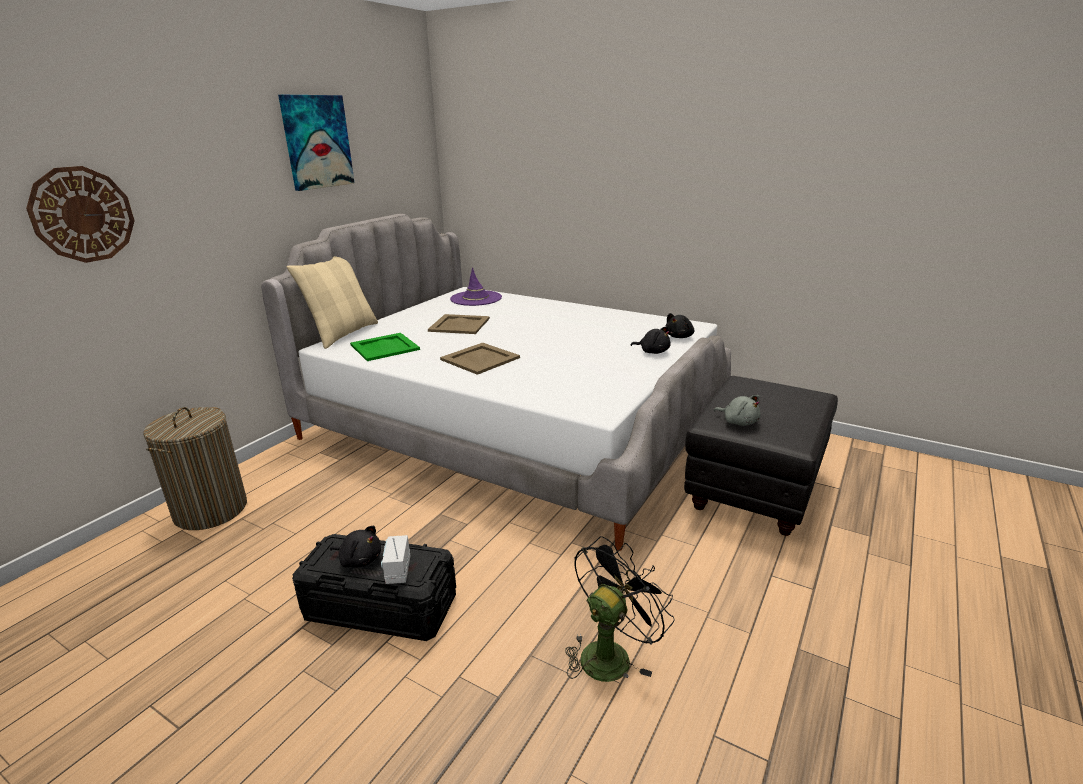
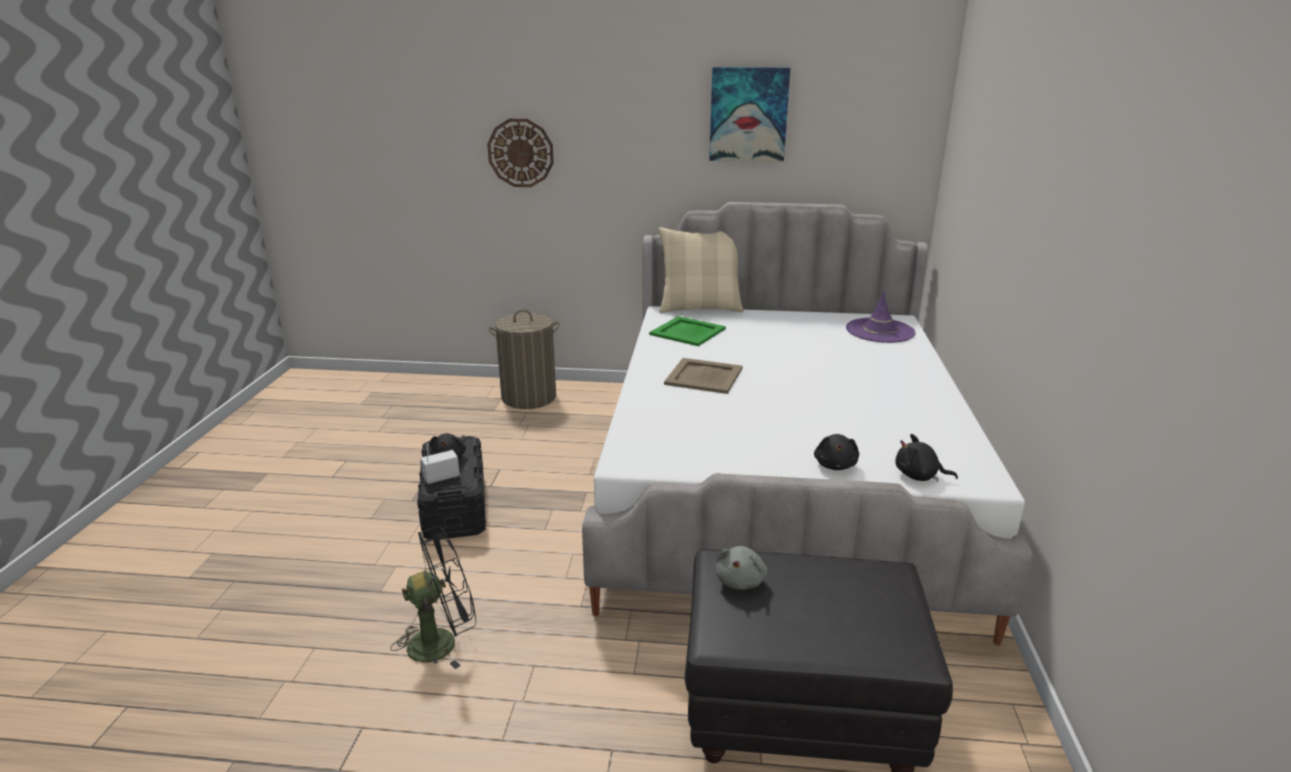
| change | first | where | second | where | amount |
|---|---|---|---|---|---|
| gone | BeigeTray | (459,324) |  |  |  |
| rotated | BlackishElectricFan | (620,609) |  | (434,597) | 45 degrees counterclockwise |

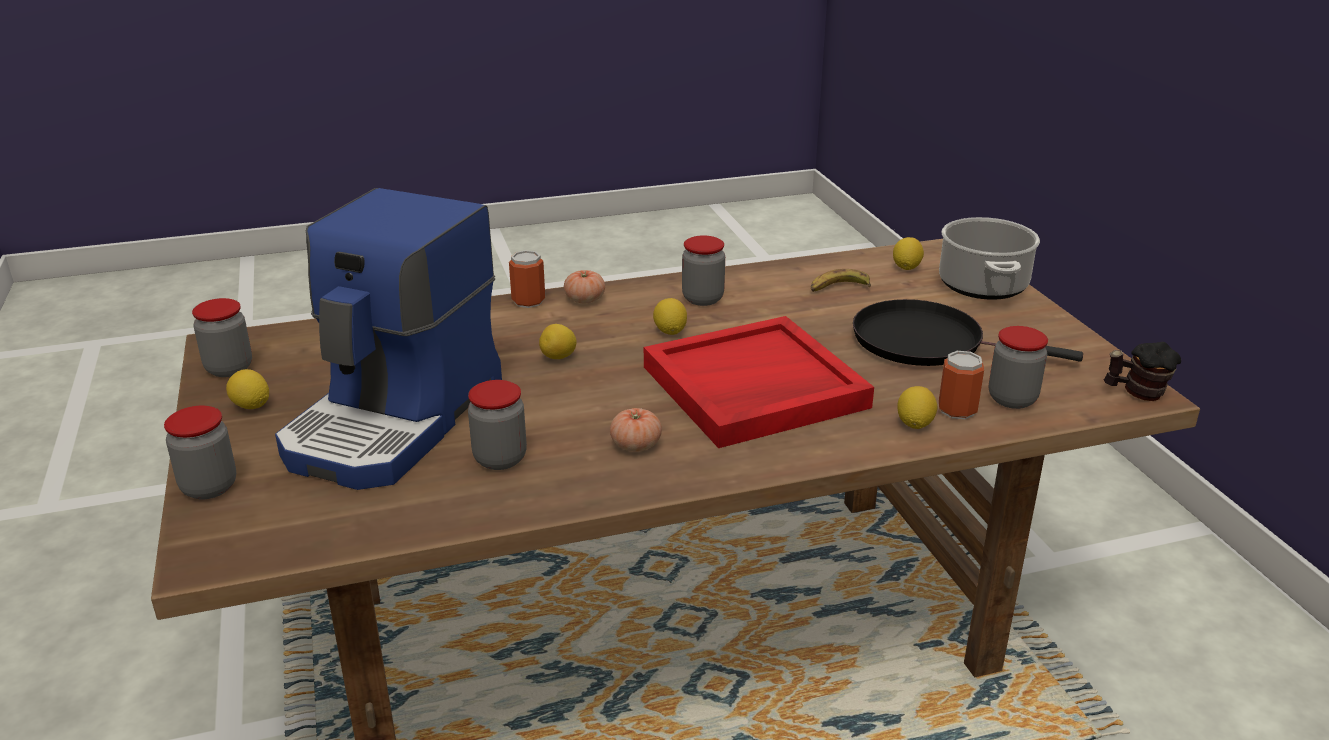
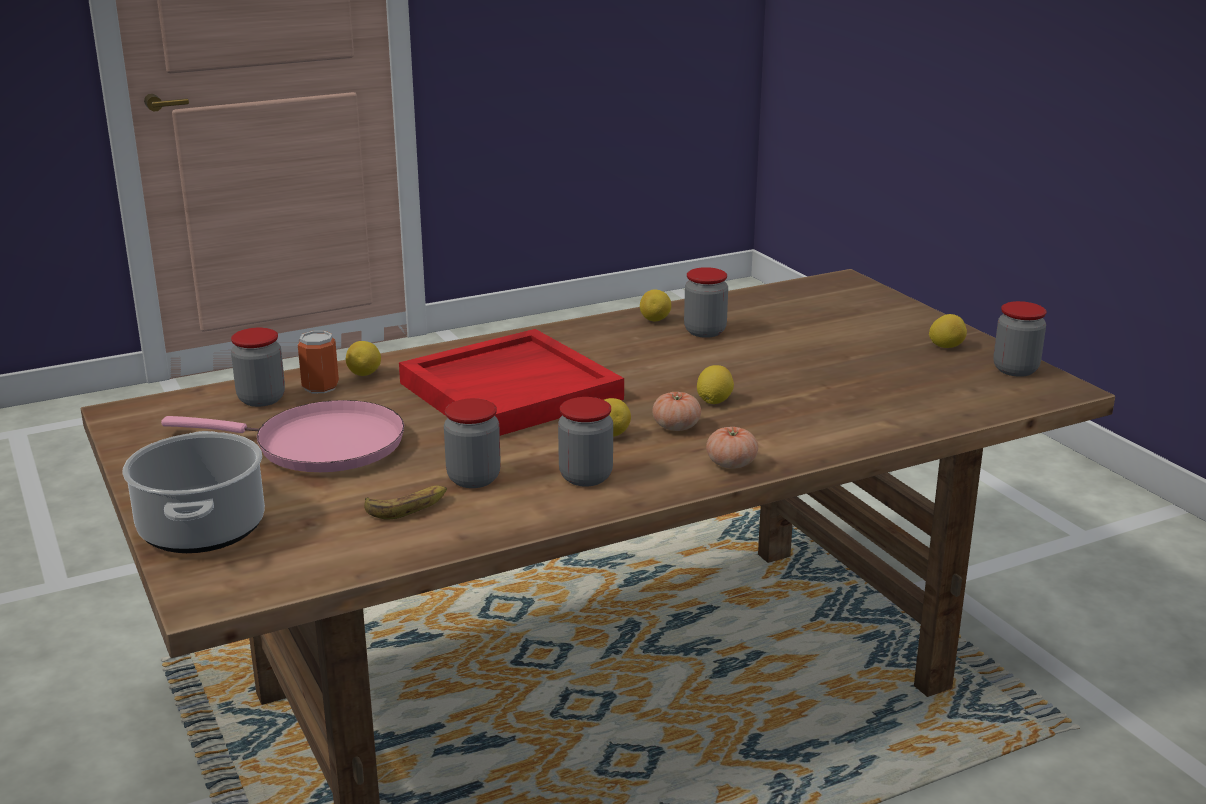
| change | first | where | second | where | amount |
|---|---|---|---|---|---|
| shifted | StorageJar | (200,452) |  | (472,443) |  |
| gone | CoffeeBrewer | (388,339) |  |  |  |
| gone | SealedCan | (527,279) |  |  |  |
| shifted | FreshTomato | (636,430) |  | (676,411) |  |
| repainted | BlackishSkillet | (968,332) | PinkColouredSkillet | (282,436) |  |
| shifted | Lemon | (908,253) |  | (655,305) |  |
| gone | CoffeeMug | (1142,371) |  |  |  |

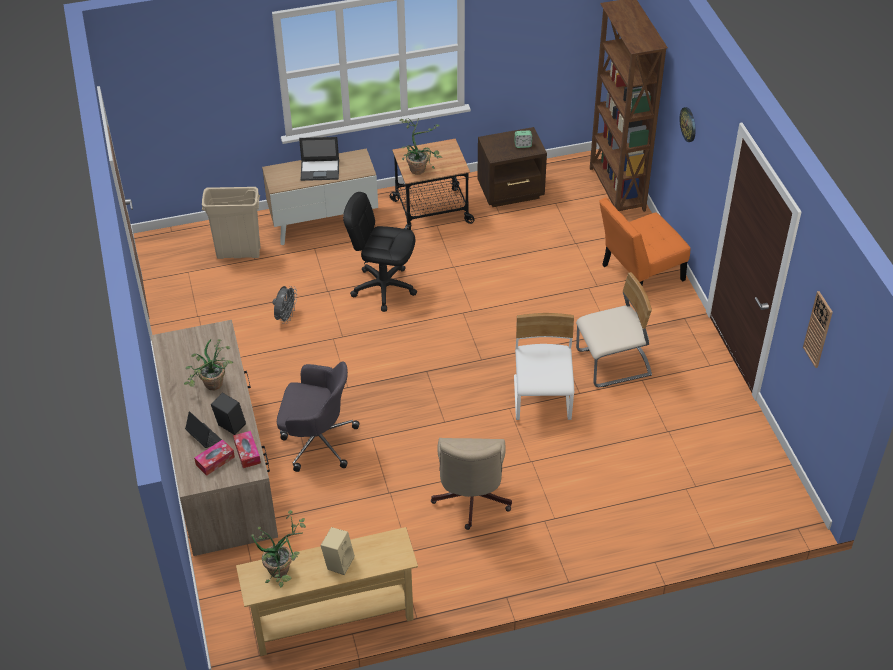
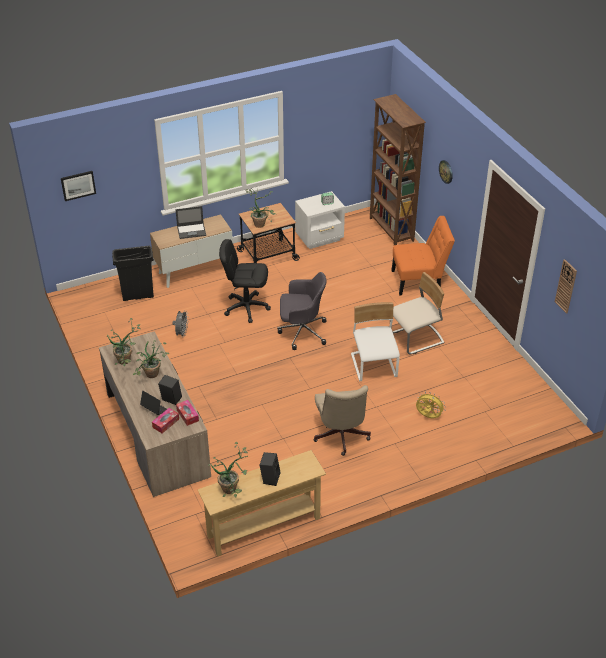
| change | first | where | second | where | amount |
|---|---|---|---|---|---|
| repainted | BeigeWasteBin | (231,223) | BlackishWasteBin | (133,273) |  |
| shifted | GrayDeskChair | (318,416) |  | (302,311) |  |
| repainted | BeigeAudioSpeaker | (337,551) | BlackishAudioSpeaker | (270,469) |  |
| repainted | BrownNightstand | (512,167) | WhiteColouredNightstand | (320,220) |  |
| rotated | OrangeyPlainChair | (644,241) |  | (423,256) | 150 degrees counterclockwise |
| new |  |  | WallArt | (78,186) |  |
| new |  |  | Houseplant | (123,342) |  |
| new |  |  | YellowElectricFan | (431,405) |  |

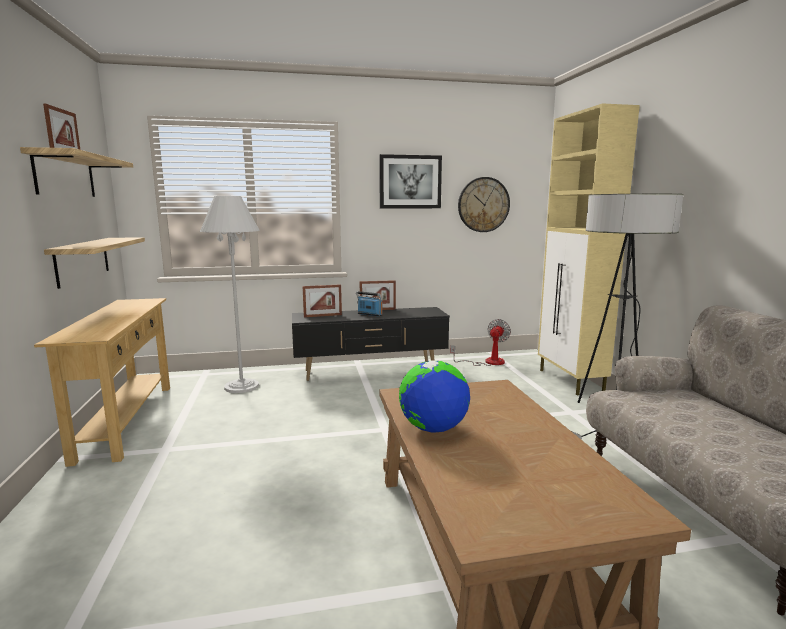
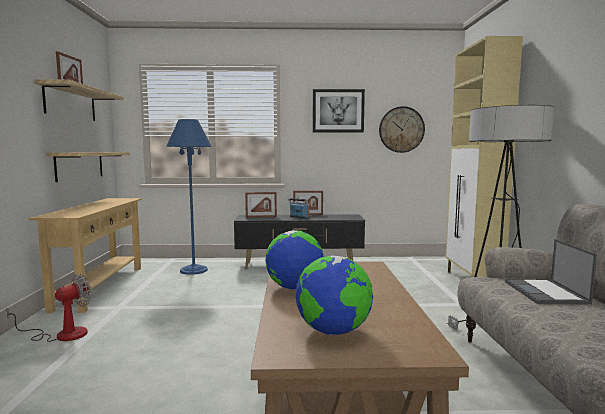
| change | first | where | second | where | amount |
|---|---|---|---|---|---|
| repainted | WhiteColouredStandardLamp | (230,294) | BluishStandardLamp | (189,197) |  |
| shifted | ElectricFan | (480,342) |  | (48,308) |  |
| new |  |  | WorldGlobe | (334,295) |  |
| new |  |  | PortableComputer | (551,272) |  |

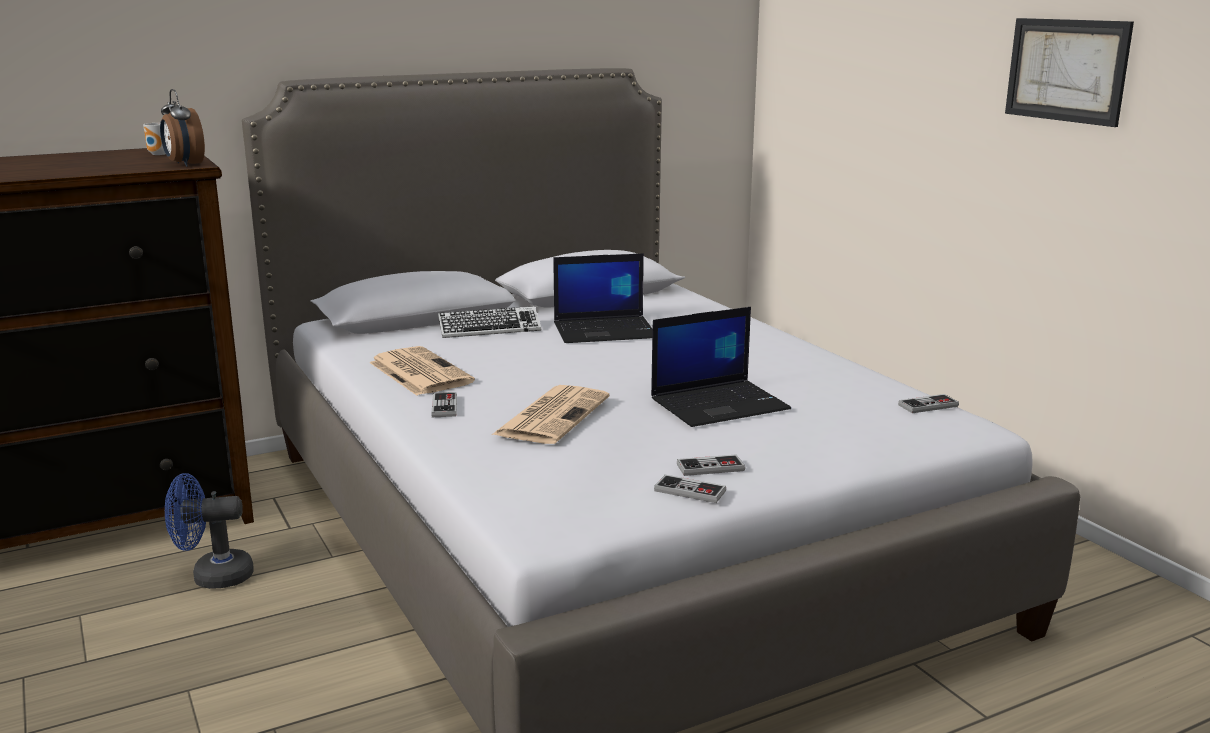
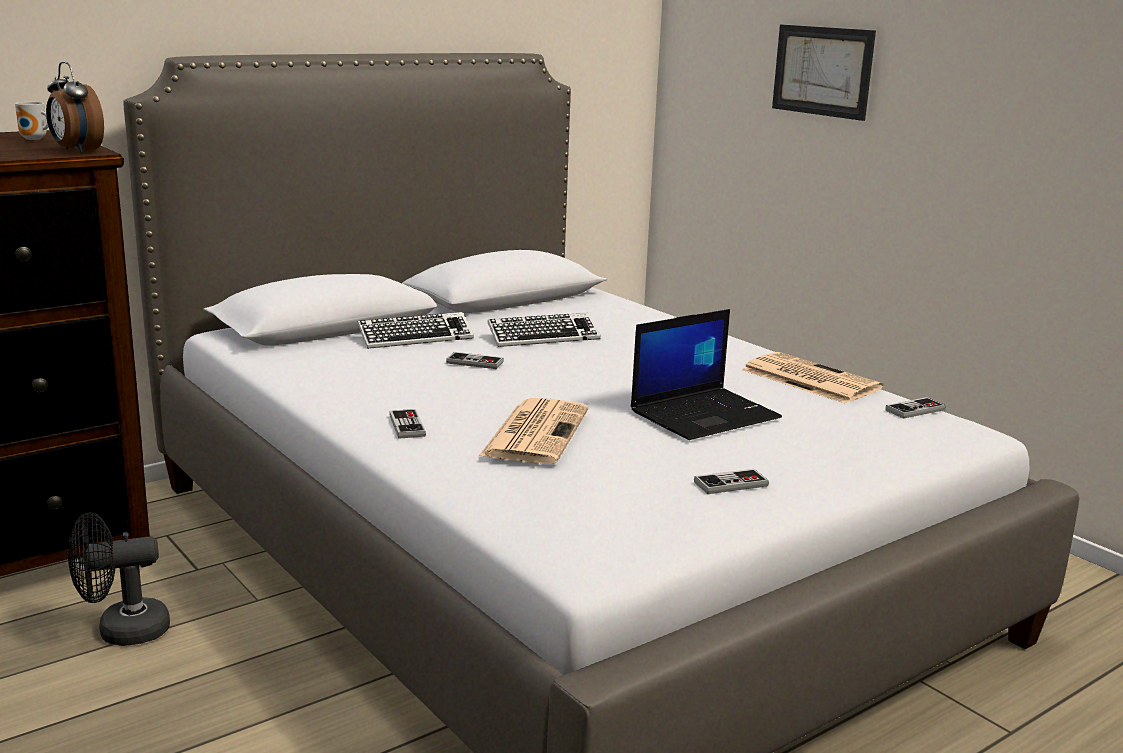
| change | first | where | second | where | amount |
|---|---|---|---|---|---|
| repainted | BluishElectricFan | (209,531) | BlackishElectricFan | (119,579) |  |
| shifted | Newspaper | (422,370) |  | (812,378) |  |
| swapped | PortableComputer | (603,298) | Keyboard | (544,330) |  |
| shifted | GameController | (690,489) |  | (475,360) |  |
| shifted | WallArt | (1069,72) |  | (824,73) |  |

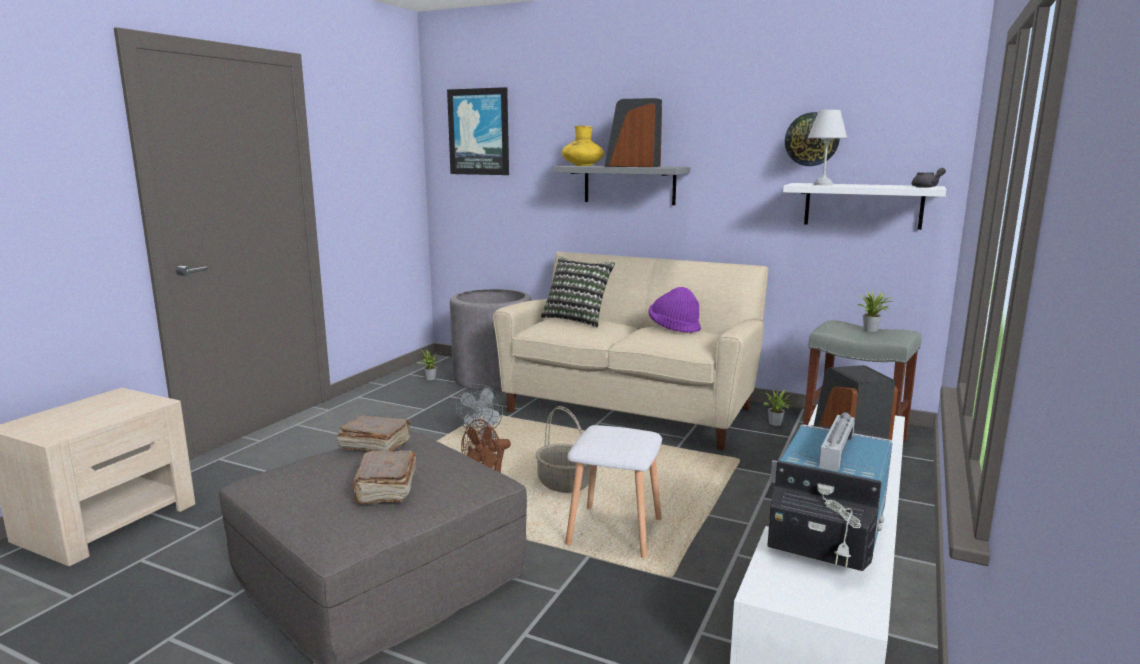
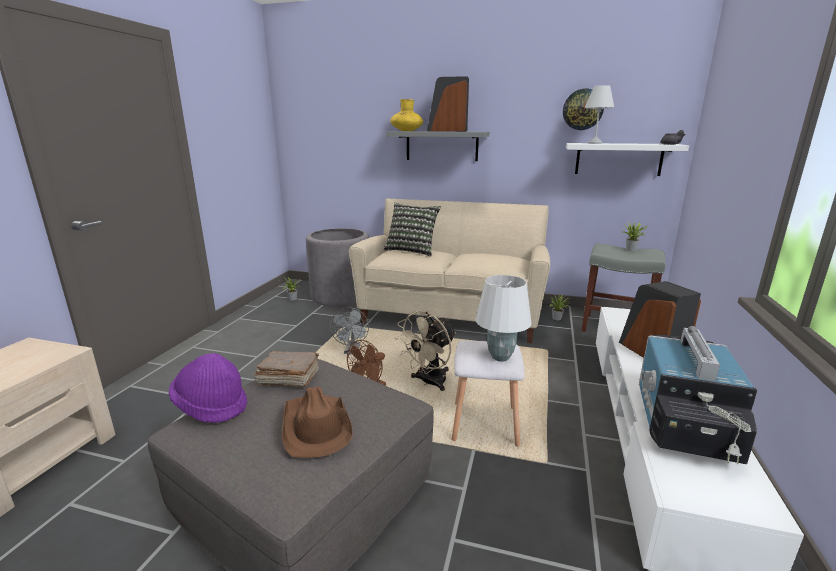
| change | first | where | second | where | amount |
|---|---|---|---|---|---|
| swapped | BrownBook | (384,477) | BrownClothingHat | (317,422) |  |
| gone | WallArt | (478,131) |  |  |  |
| swapped | Basket | (563,449) | BeigeElectricFan | (425,351) |  |
| shifted | PurpleClothingHat | (674,310) |  | (208,388) |  |
| new |  |  | WhiteColouredTableLamp | (503,318) |  |

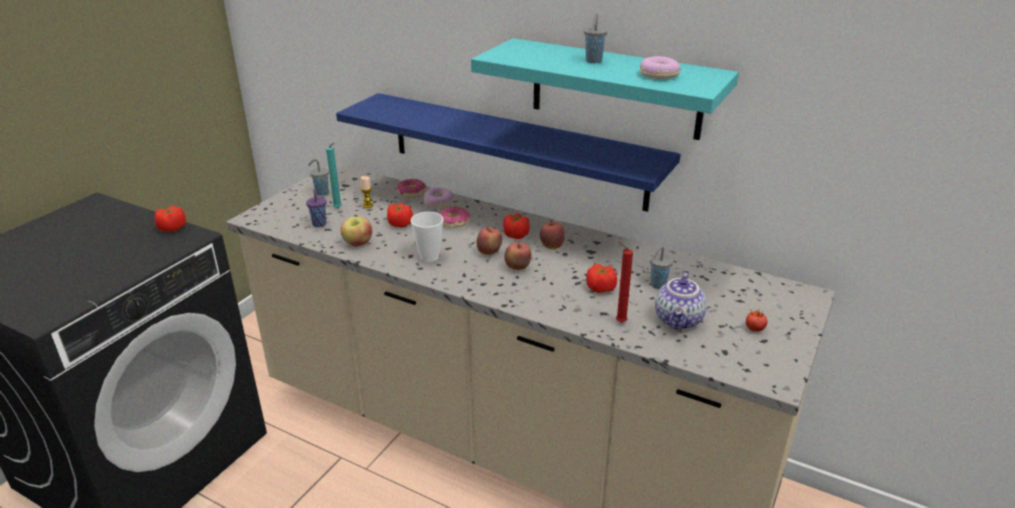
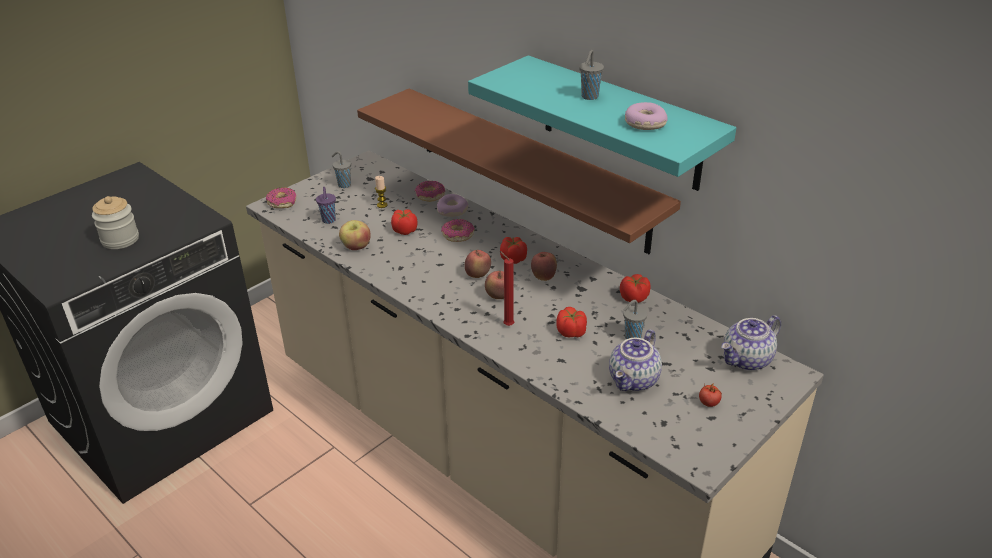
| change | first | where | second | where | amount |
|---|---|---|---|---|---|
| shifted | FreshTomato | (170,219) |  | (635,288) |  |
| gone | TurquoiseColouredCandle | (334,175) |  |  |  |
| repainted | BluishWallShelf | (508,152) | BrownWallShelf | (519,171) |  |
| gone | Cup | (427,237) |  |  |  |
| shifted | RedColouredCandle | (624,282) |  | (507,288) |  |
| new |  |  | StorageJar | (115,222) |  |
| new |  |  | Donut | (281,197) |  |
| new |  |  | TeaPot | (751,343) |  |

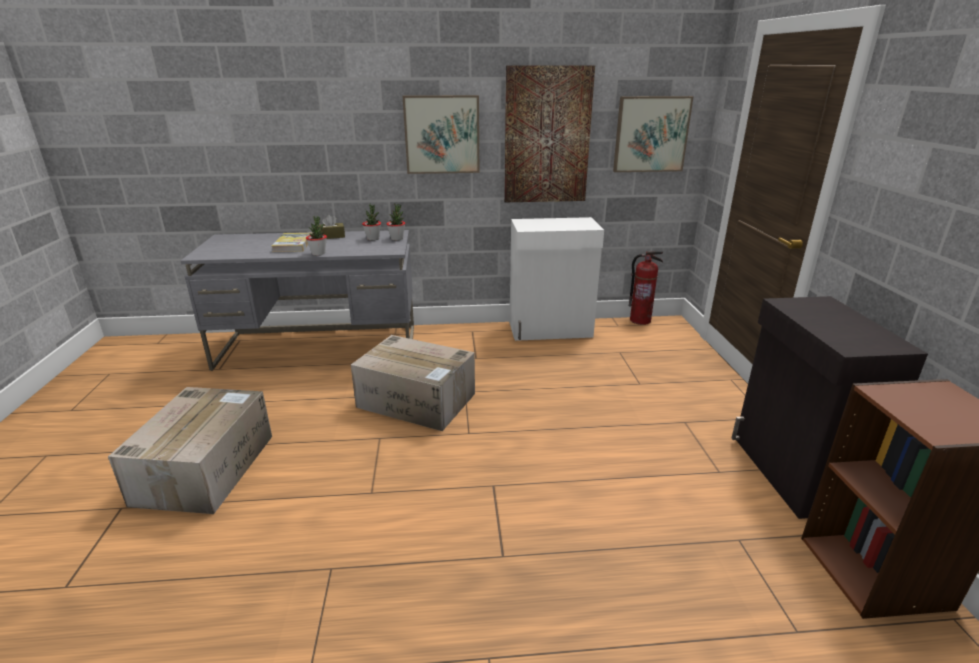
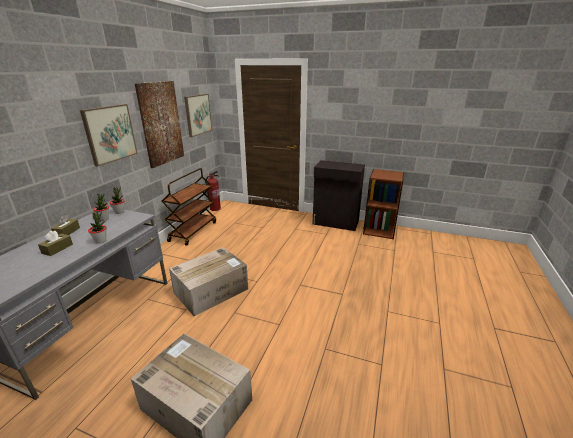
| change | first | where | second | where | amount |
|---|---|---|---|---|---|
| swapped | Book | (292,242) | BrownTissueBox | (55,243) |  |
| swapped | WhiteColouredCabinet | (556,279) | BrownCart | (188,207) |  |

